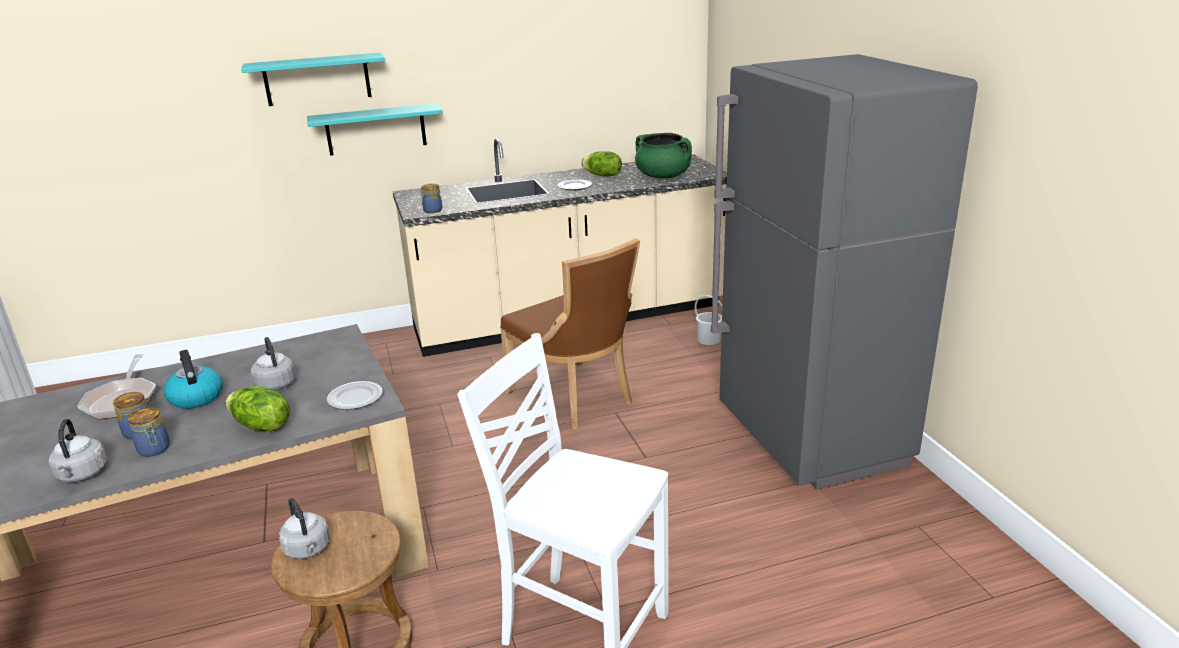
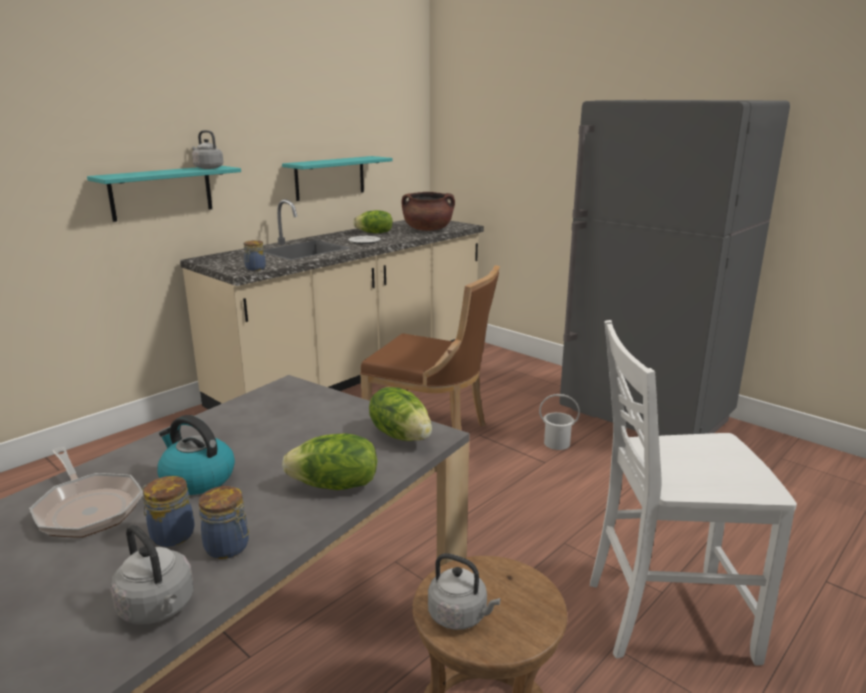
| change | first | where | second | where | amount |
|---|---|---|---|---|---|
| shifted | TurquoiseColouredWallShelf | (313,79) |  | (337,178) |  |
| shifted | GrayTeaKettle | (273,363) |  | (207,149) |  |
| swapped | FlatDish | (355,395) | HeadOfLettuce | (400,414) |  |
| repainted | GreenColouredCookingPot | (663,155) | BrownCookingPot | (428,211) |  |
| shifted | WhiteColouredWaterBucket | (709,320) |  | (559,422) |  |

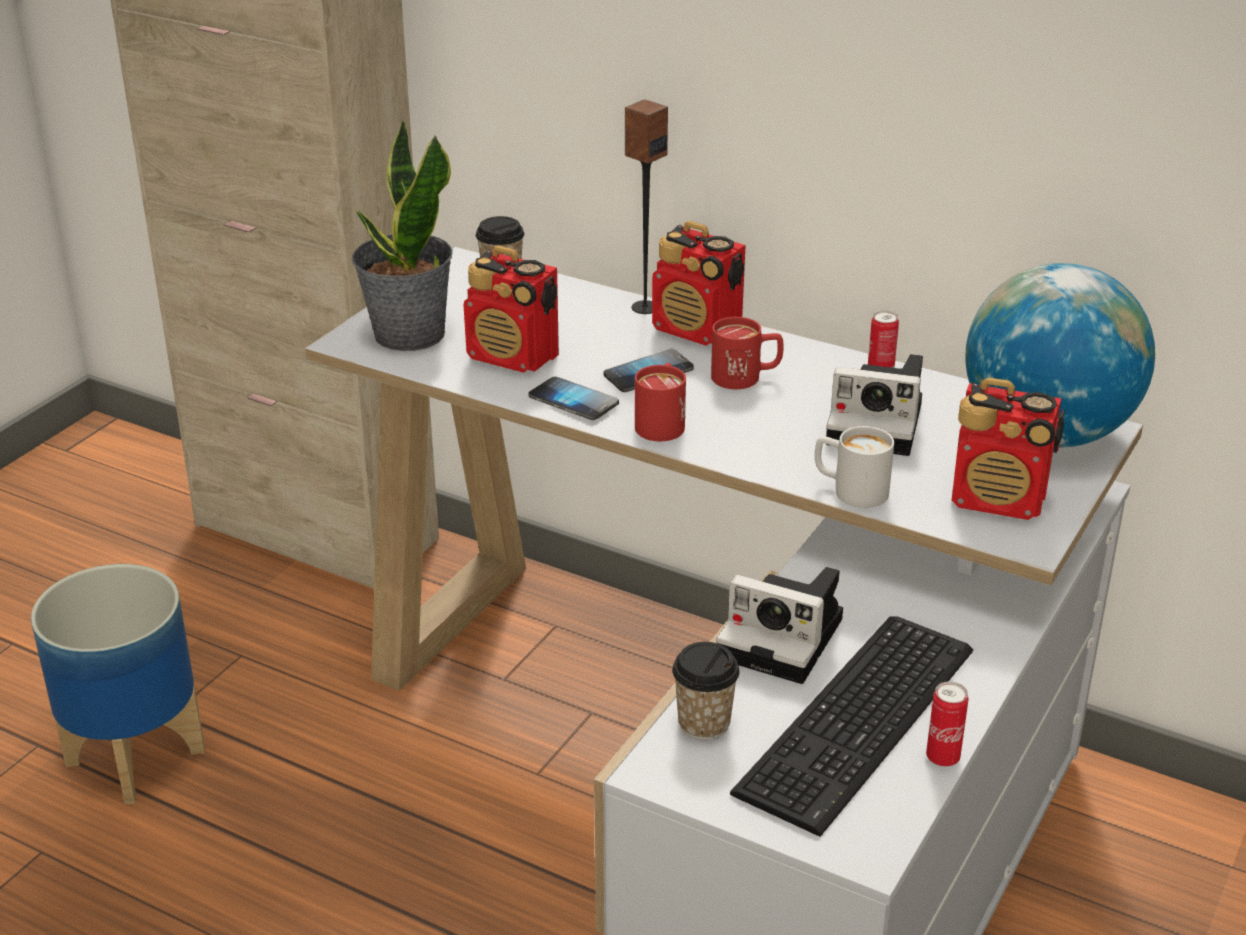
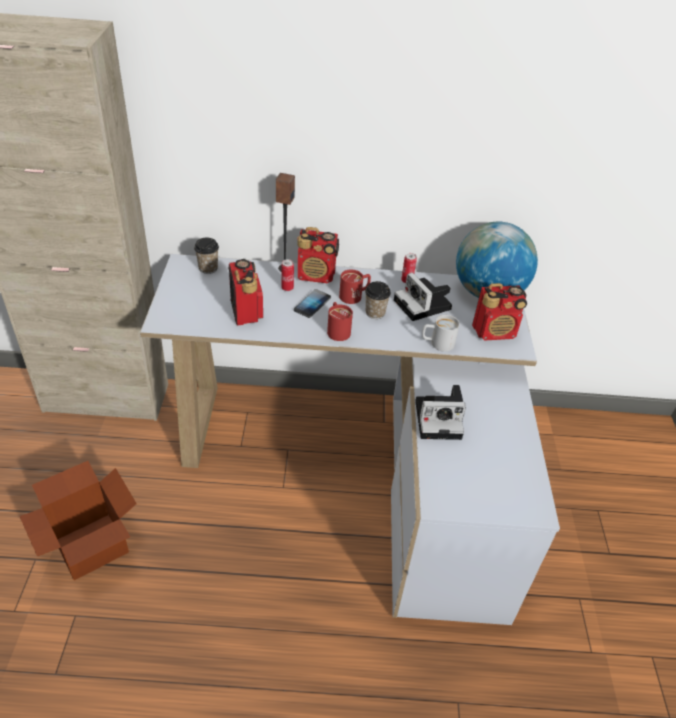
| change | first | where | second | where | amount |
|---|---|---|---|---|---|
| swapped | FlowerPot | (118,684) | Carton | (78,520) |  |
| gone | Houseplant | (402,235) |  |  |  |
| rotated | RadioSet | (511,309) |  | (245,292) | 105 degrees counterclockwise |
| gone | Phone | (574,398) |  |  |  |
| shifted | Cup | (706,691) |  | (378,300) |  |
| gone | Keyboard | (851,726) |  |  |  |
| rotated | PhotoCamera | (874,405) |  | (423,297) | 75 degrees clockwise |
| shifted | SealedCan | (947,724) |  | (287,275) |  |

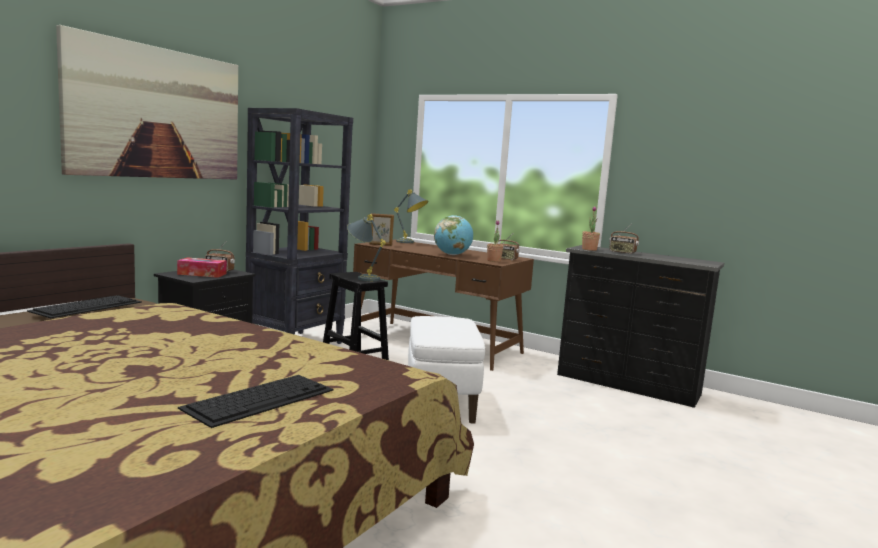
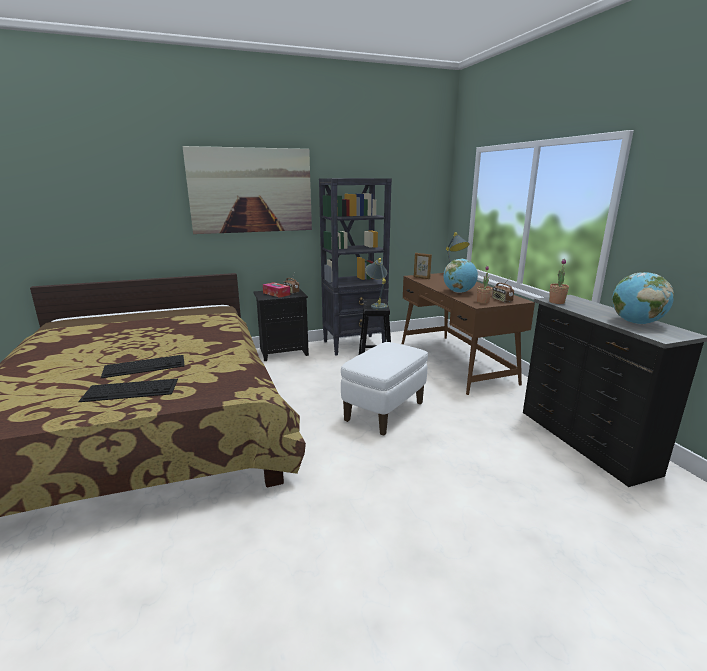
| change | first | where | second | where | amount |
|---|---|---|---|---|---|
| shifted | Keyboard | (84,306) |  | (143,366) |  |
| gone | RadioSet | (624,239) |  |  |  |
| new |  |  | WorldGlobe | (643,298) |  |

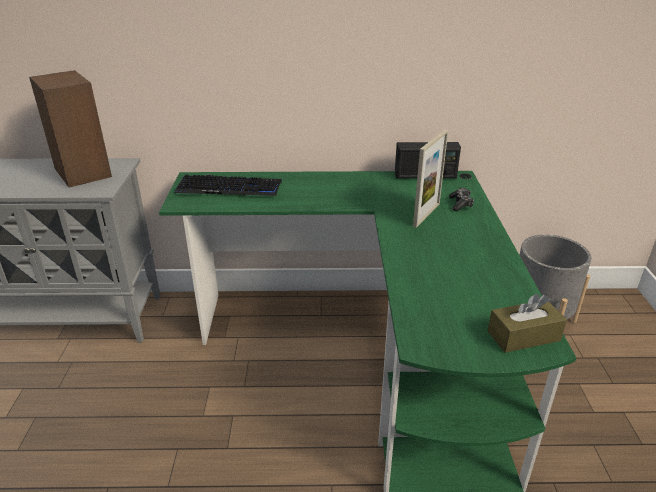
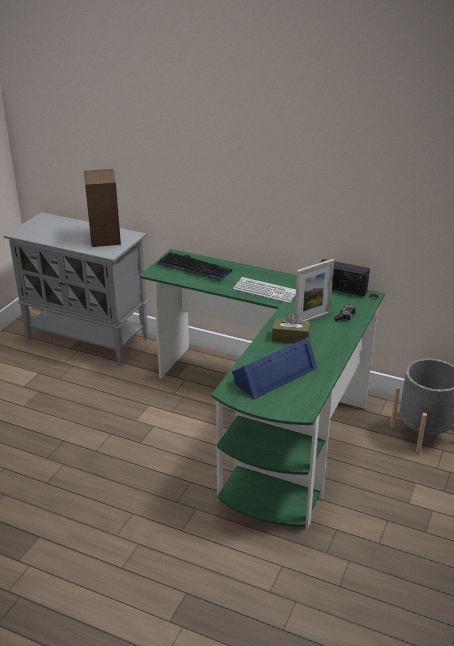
| change | first | where | second | where | amount |
|---|---|---|---|---|---|
| shifted | BrownTissueBox | (527,323) |  | (291,327) |  |
| new |  |  | BluishAudioSpeaker | (275,368) |  |
| new |  |  | Keyboard | (264,290) |  |

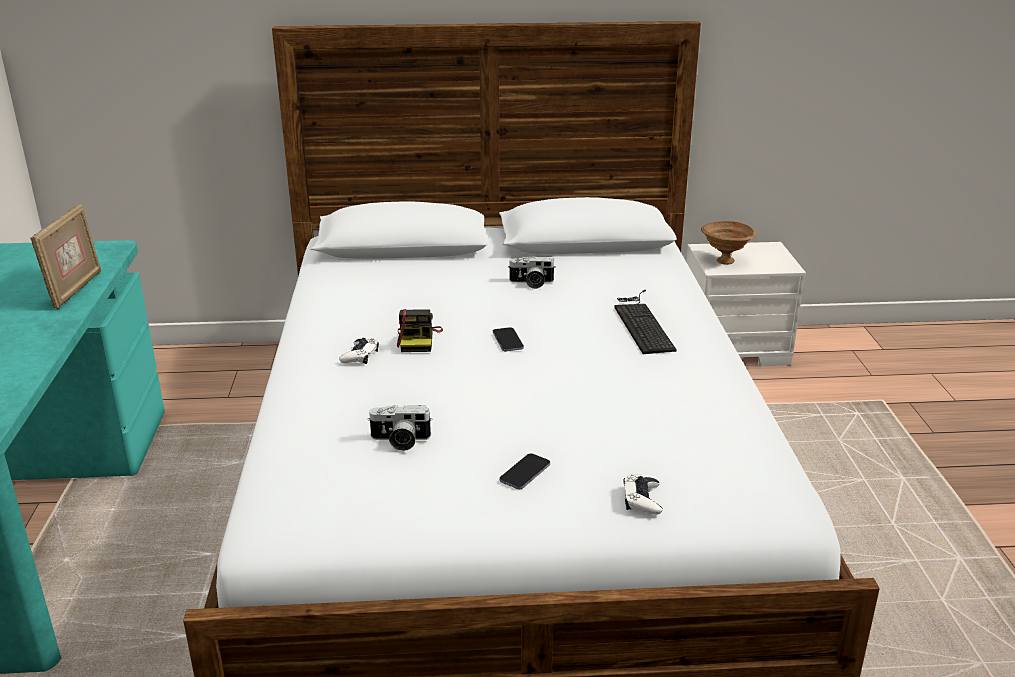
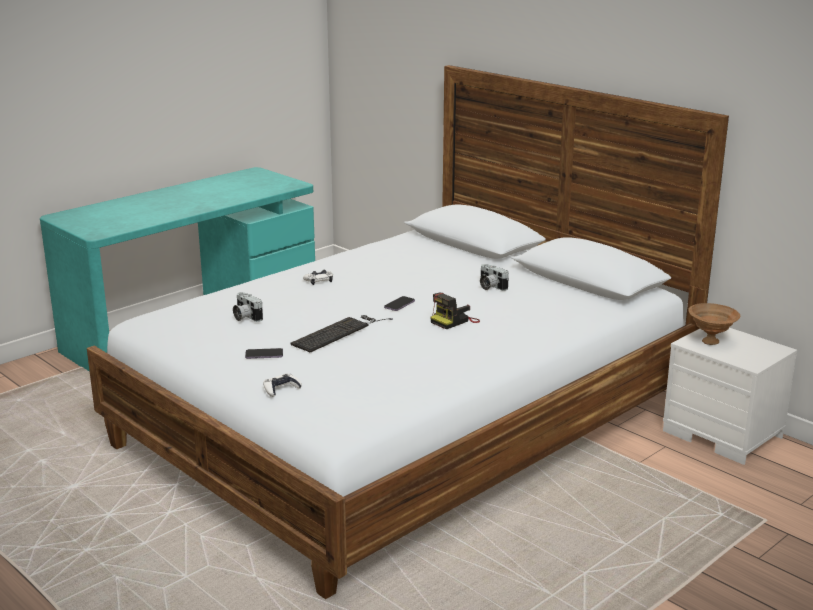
| change | first | where | second | where | amount |
|---|---|---|---|---|---|
| gone | StandingFrame | (65,256) |  |  |  |
| shifted | PhotoCamera | (420,330) |  | (455,310) |  |
| shifted | Keyboard | (645,322) |  | (342,334) |  |

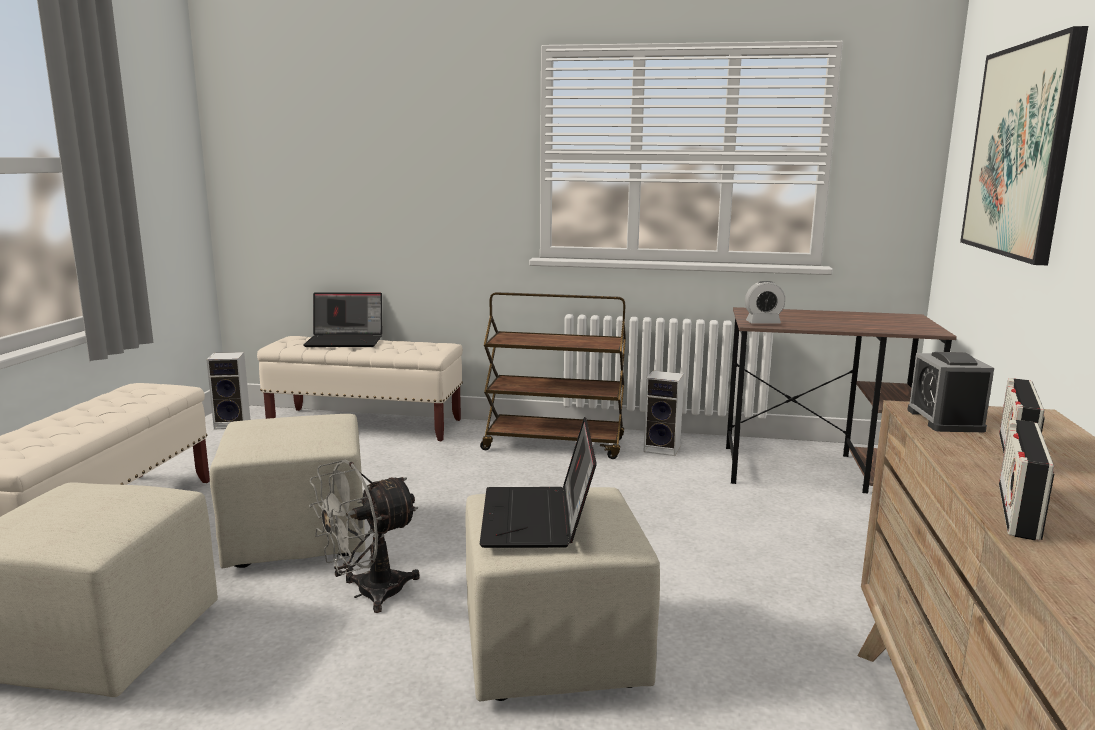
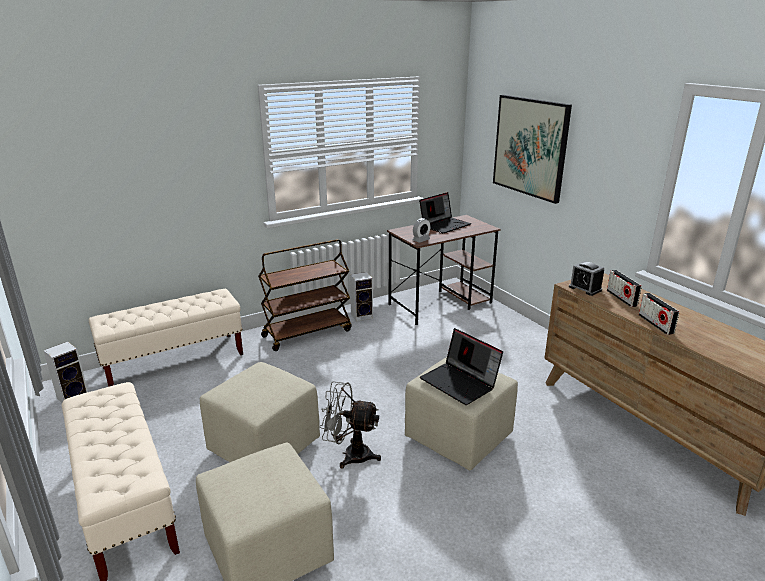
| change | first | where | second | where | amount |
|---|---|---|---|---|---|
| shifted | PortableComputer | (342,320) |  | (445,213) |  |
| rotated | GrayElectricFan | (364,536) |  | (350,425) | 90 degrees clockwise |

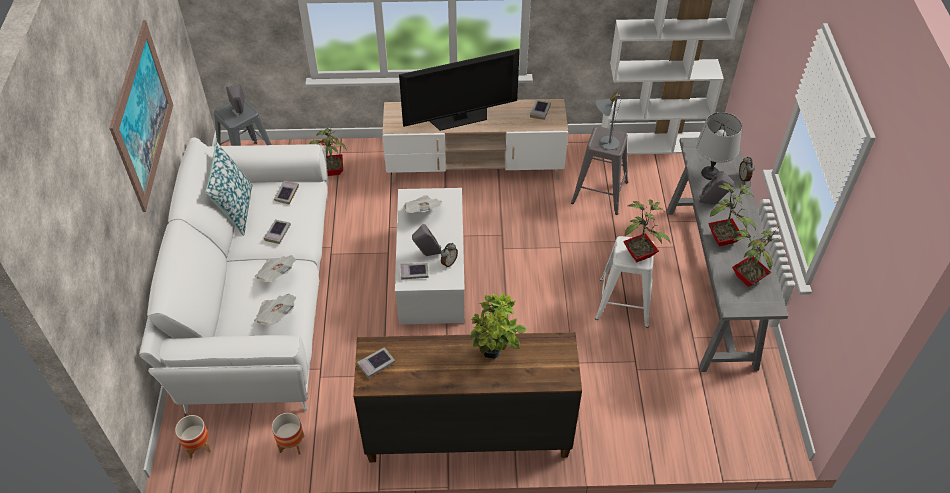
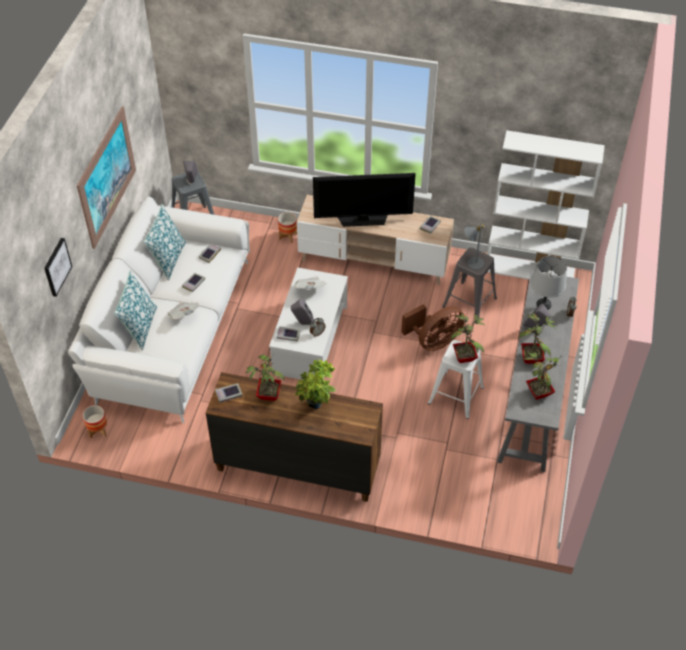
| change | first | where | second | where | amount |
|---|---|---|---|---|---|
| gone | Newspaper | (275,310) |  |  |  |
| shifted | FlowerPot | (288,434) |  | (287,227) |  |
| shifted | Houseplant | (328,150) |  | (264,375) |  |
| new |  |  | WallArt | (58,267) |  |
| new |  |  | Pillow | (135,310) |  |
| new |  |  | BrownElectricFan | (433,327) |  |

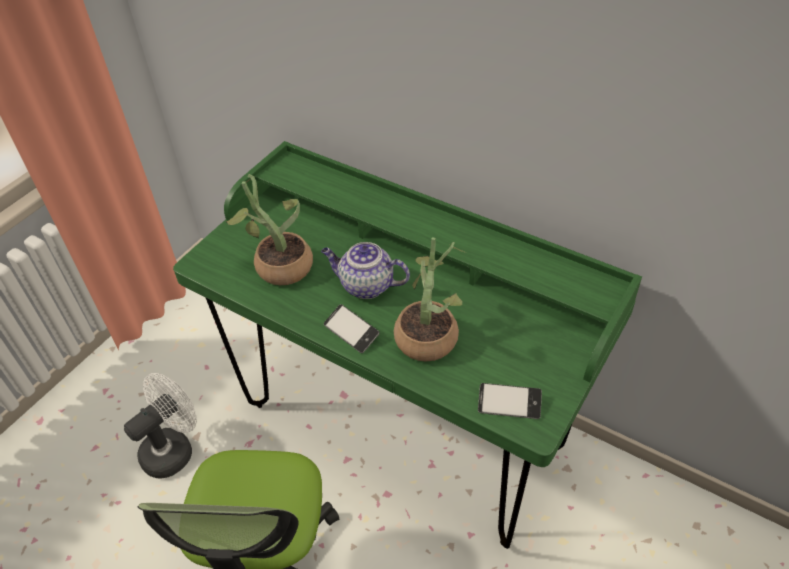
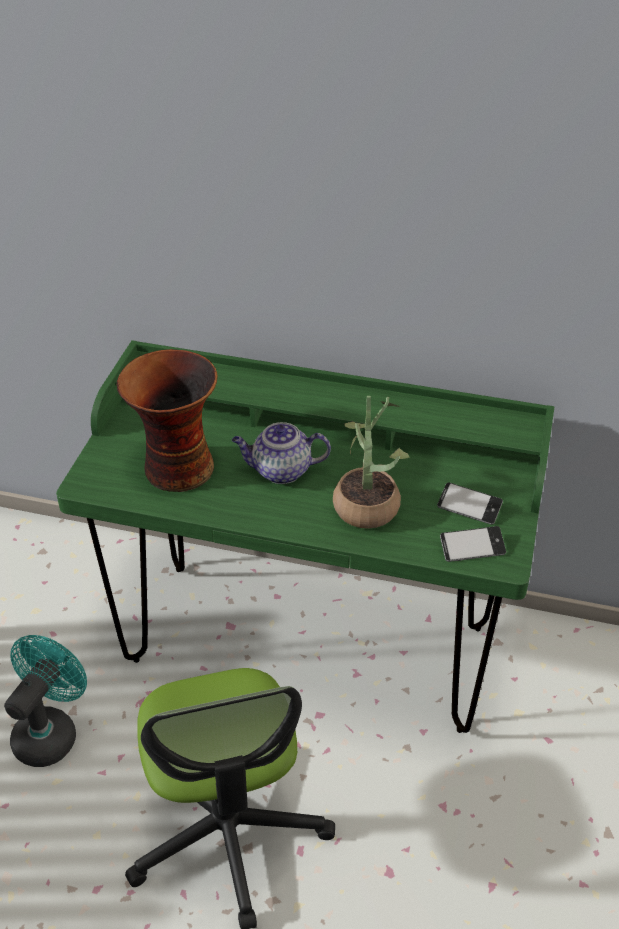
| change | first | where | second | where | amount |
|---|---|---|---|---|---|
| repainted | WhiteColouredElectricFan | (160,425) | TurquoiseColouredElectricFan | (45,701) |  |
| swapped | Houseplant | (269,229) | DecorativeVase | (167,420) |  |
| shifted | Phone | (352,328) |  | (470,503) |  |

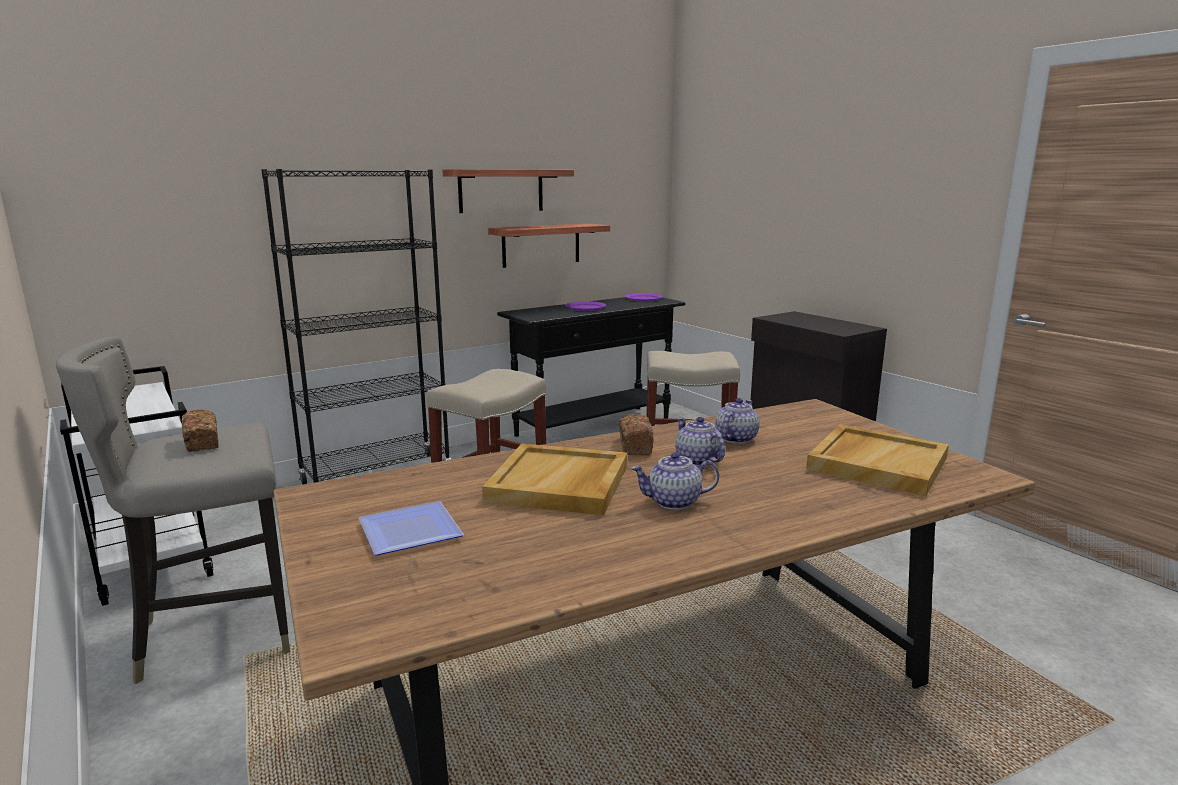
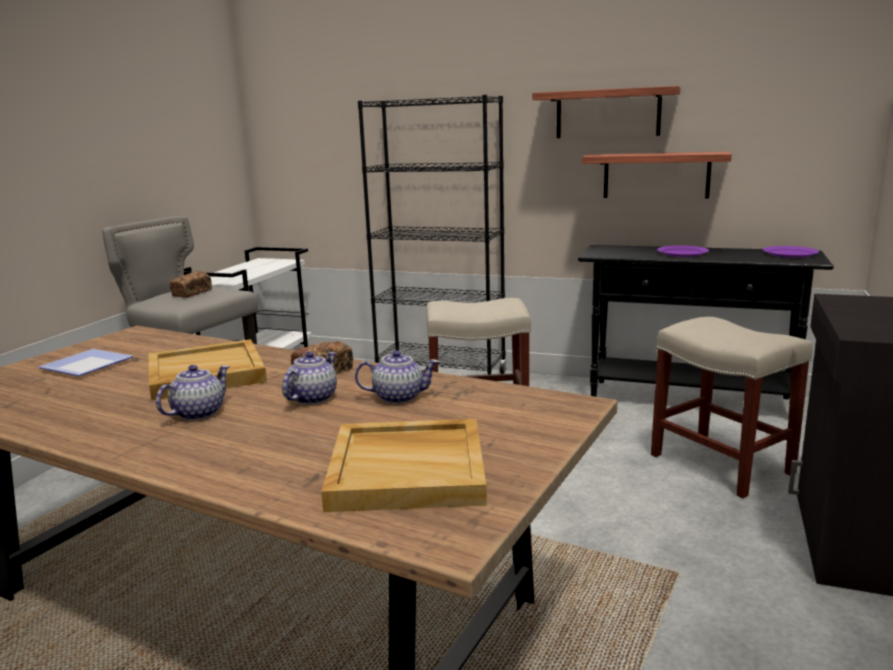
| change | first | where | second | where | amount |
|---|---|---|---|---|---|
| rotated | TeaPot | (675,481) |  | (193,392) | 75 degrees clockwise |

